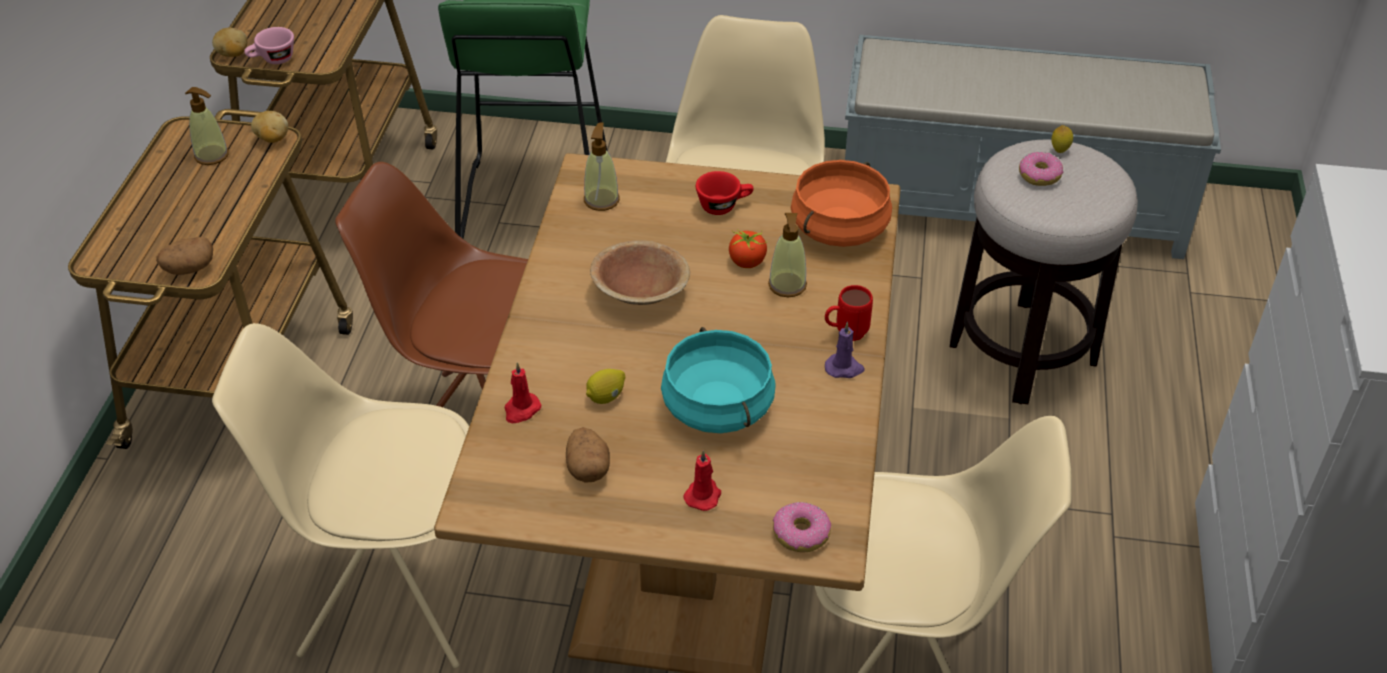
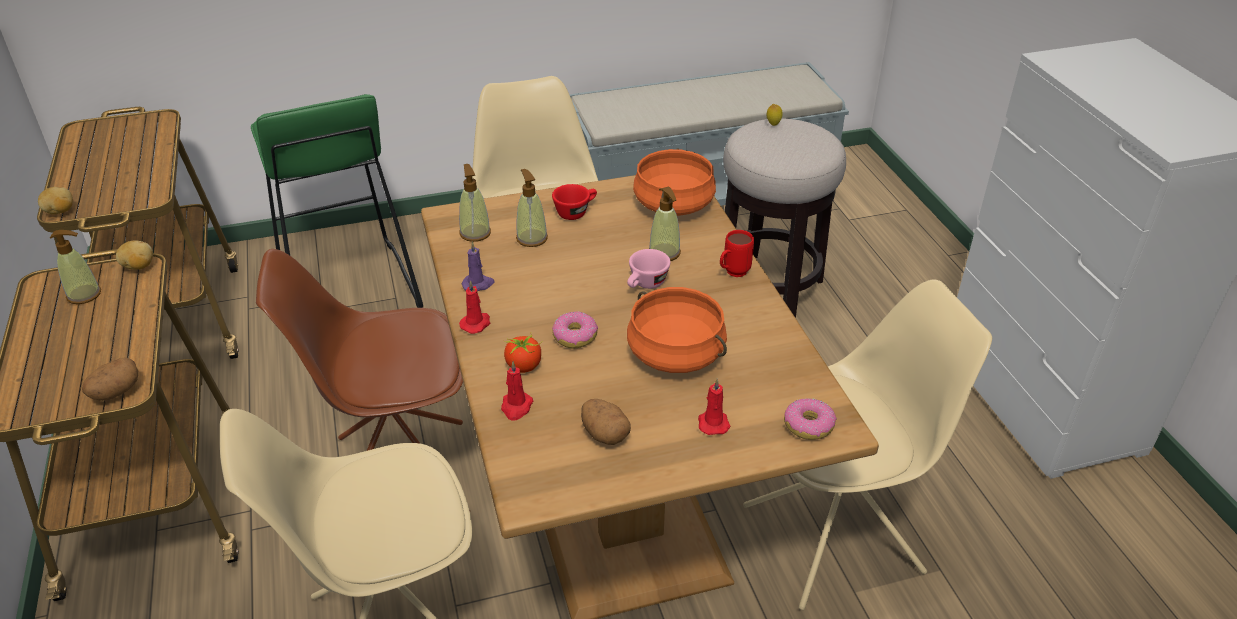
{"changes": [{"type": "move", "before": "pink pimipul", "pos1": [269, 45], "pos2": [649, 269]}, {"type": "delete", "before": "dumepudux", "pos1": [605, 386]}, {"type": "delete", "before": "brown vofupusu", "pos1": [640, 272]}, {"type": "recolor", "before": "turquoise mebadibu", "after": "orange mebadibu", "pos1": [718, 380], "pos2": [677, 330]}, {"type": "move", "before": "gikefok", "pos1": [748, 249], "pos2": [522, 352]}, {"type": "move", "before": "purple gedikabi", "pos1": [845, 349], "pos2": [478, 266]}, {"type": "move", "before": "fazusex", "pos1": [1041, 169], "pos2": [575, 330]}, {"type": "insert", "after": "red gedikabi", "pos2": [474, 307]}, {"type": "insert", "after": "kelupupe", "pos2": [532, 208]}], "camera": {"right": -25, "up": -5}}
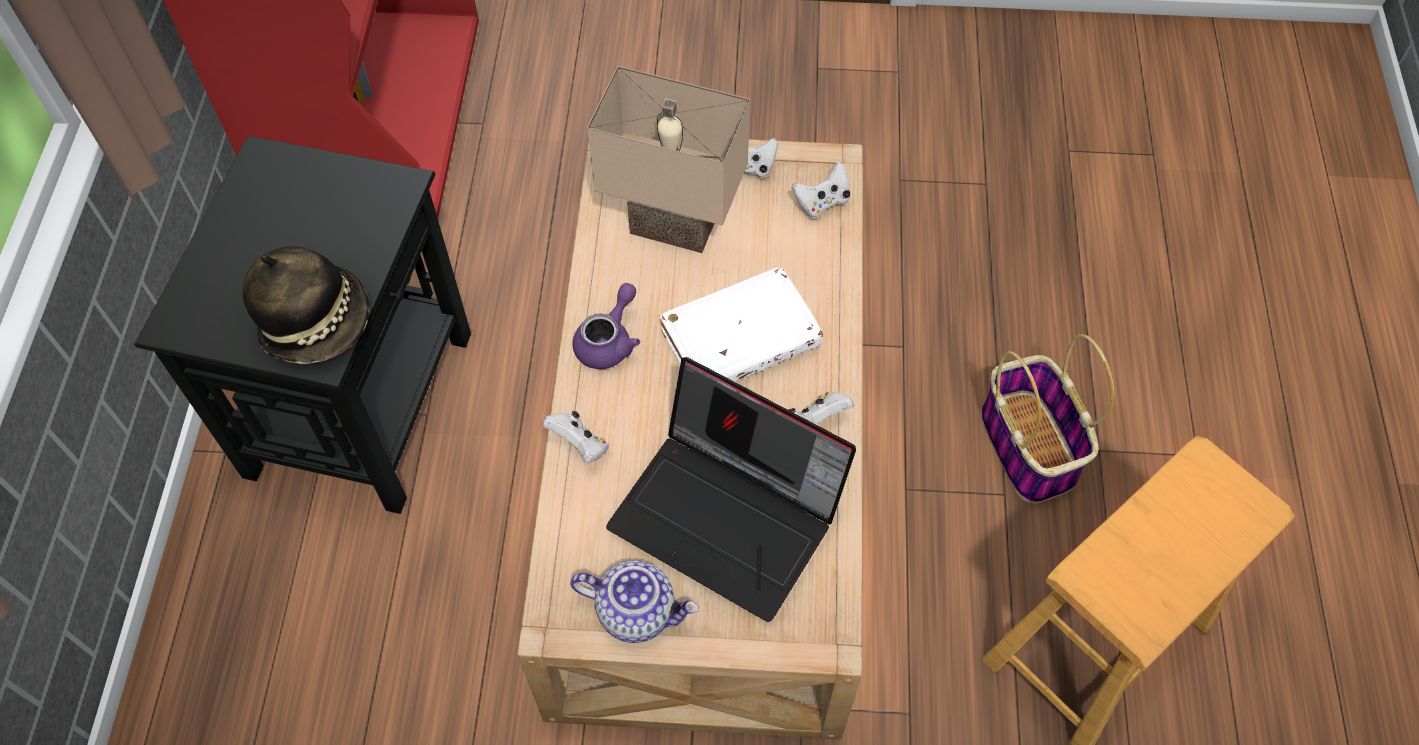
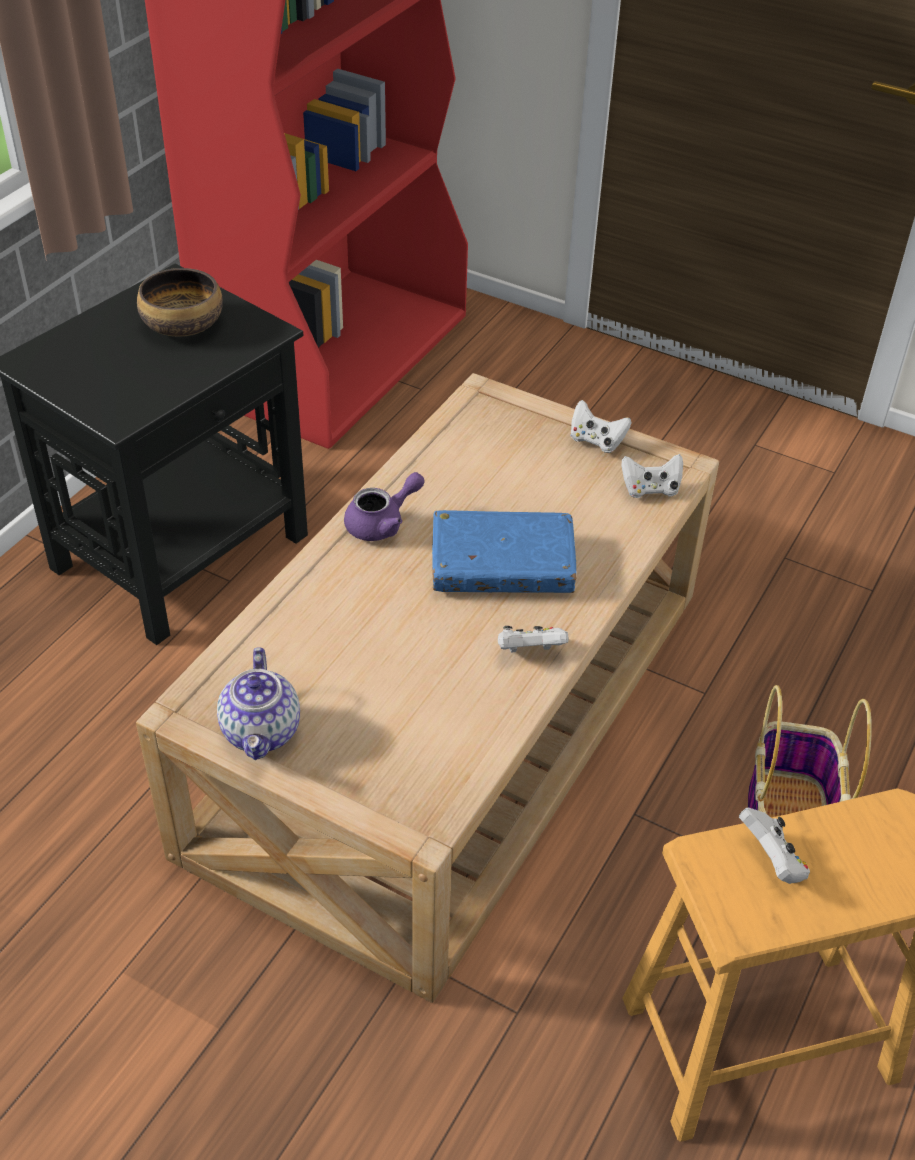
{"changes": [{"type": "delete", "before": "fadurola", "pos1": [306, 305]}, {"type": "move", "before": "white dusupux", "pos1": [576, 437], "pos2": [774, 846]}, {"type": "rotate", "before": "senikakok", "pos1": [634, 602], "pos2": [258, 703], "turn": 45}, {"type": "delete", "before": "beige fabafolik", "pos1": [668, 159]}, {"type": "delete", "before": "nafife", "pos1": [731, 489]}, {"type": "recolor", "before": "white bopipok", "after": "blue bopipok", "pos1": [741, 324], "pos2": [504, 551]}, {"type": "insert", "after": "vofupusu", "pos2": [180, 302]}], "camera": {"right": 25, "up": -15}}
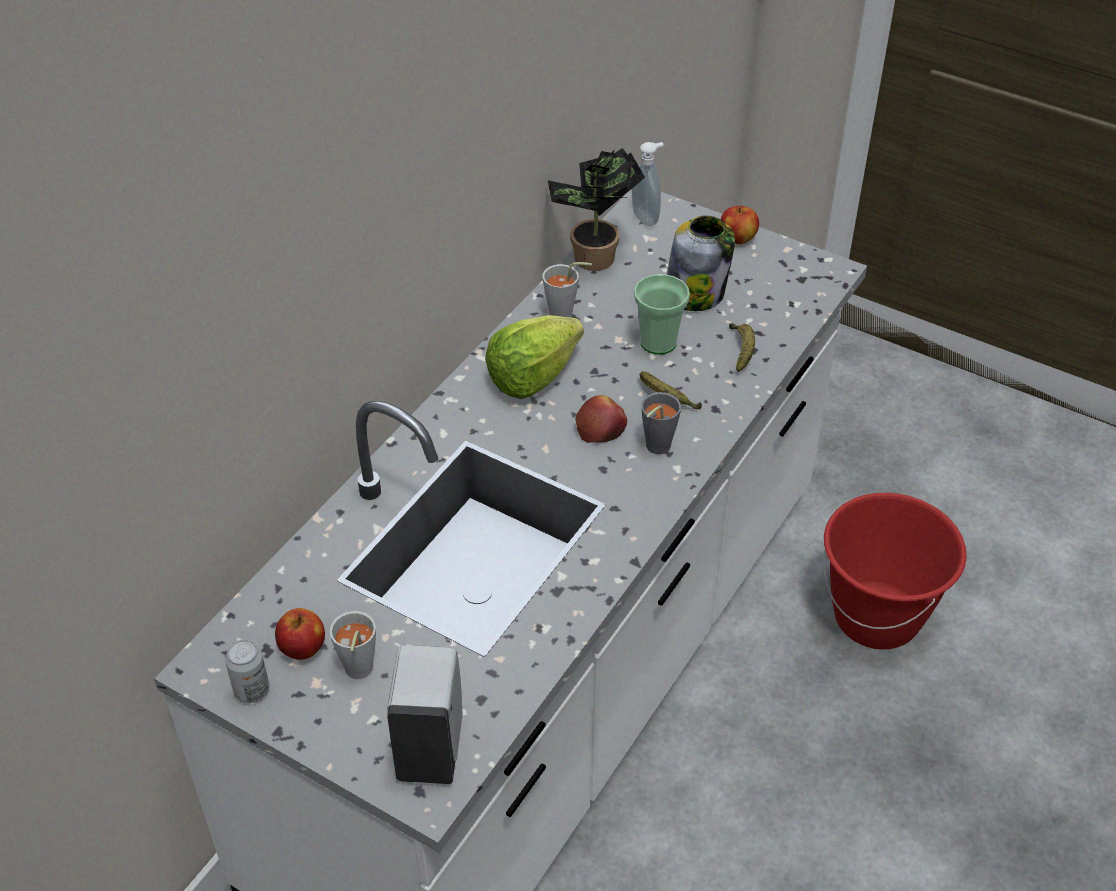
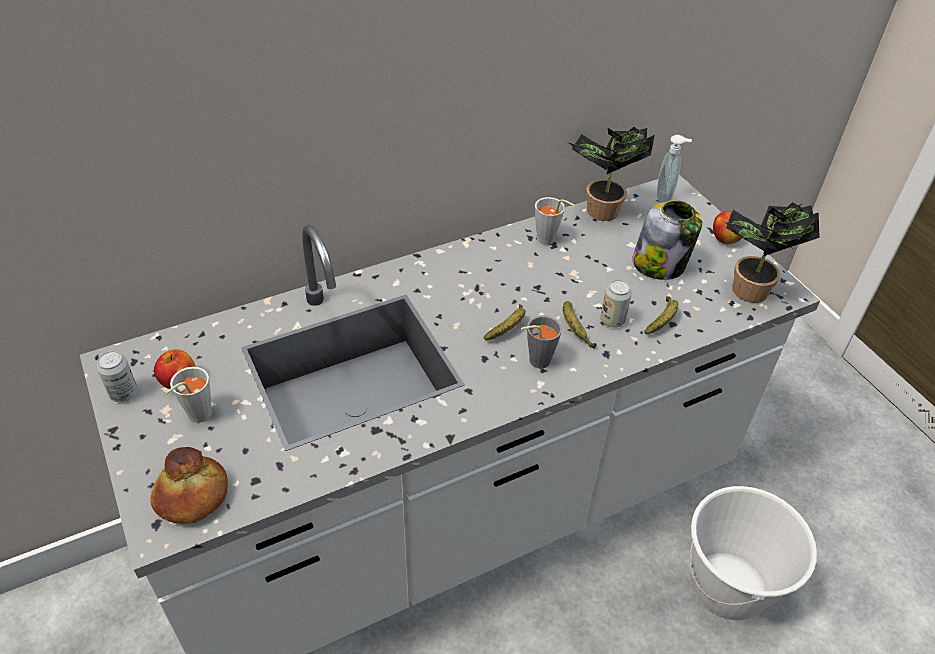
{"changes": [{"type": "replace", "before": "white kelupupe", "after": "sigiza", "pos1": [424, 714], "pos2": [189, 485]}, {"type": "delete", "before": "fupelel", "pos1": [534, 357]}, {"type": "replace", "before": "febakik", "after": "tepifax", "pos1": [601, 419], "pos2": [505, 322]}, {"type": "delete", "before": "pimipul", "pos1": [662, 314]}, {"type": "recolor", "before": "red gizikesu", "after": "white gizikesu", "pos1": [895, 571], "pos2": [753, 553]}, {"type": "insert", "after": "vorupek", "pos2": [616, 304]}, {"type": "insert", "after": "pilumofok", "pos2": [772, 252]}], "camera": {"right": 30, "up": 0}}
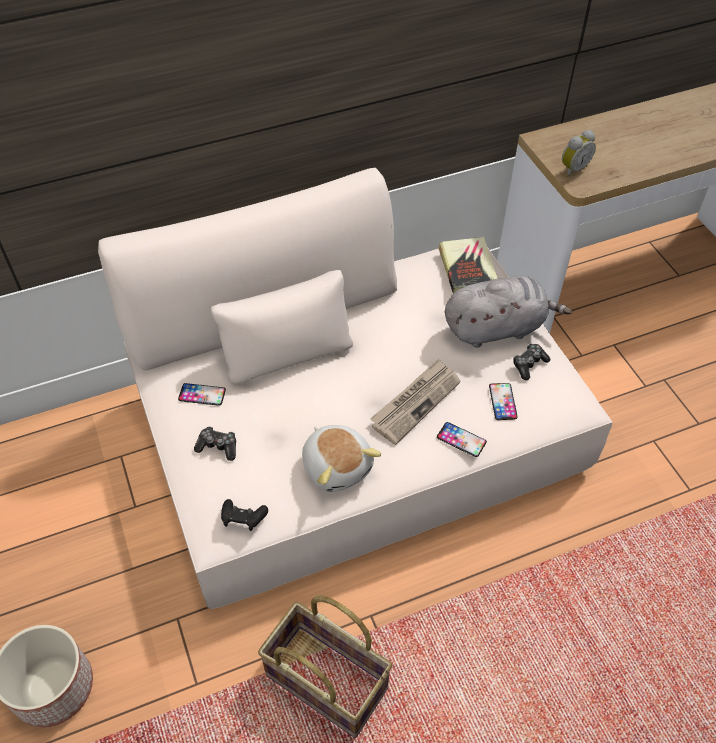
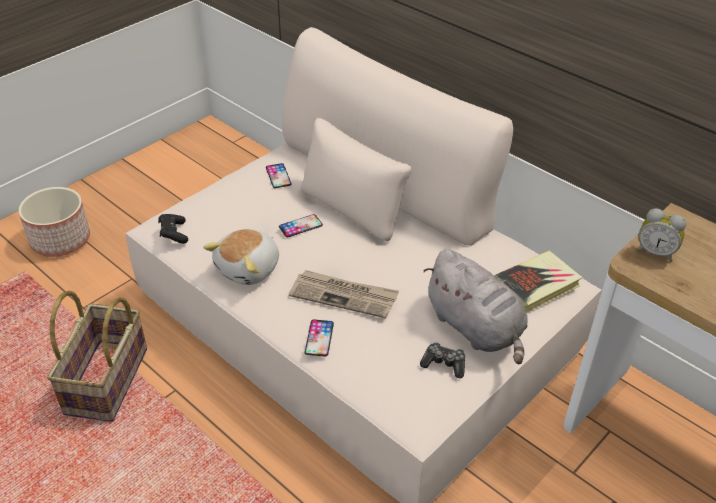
{"changes": [{"type": "delete", "before": "dusupux", "pos1": [215, 443]}, {"type": "move", "before": "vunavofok", "pos1": [503, 401], "pos2": [301, 225]}], "camera": {"right": 65, "up": -10}}
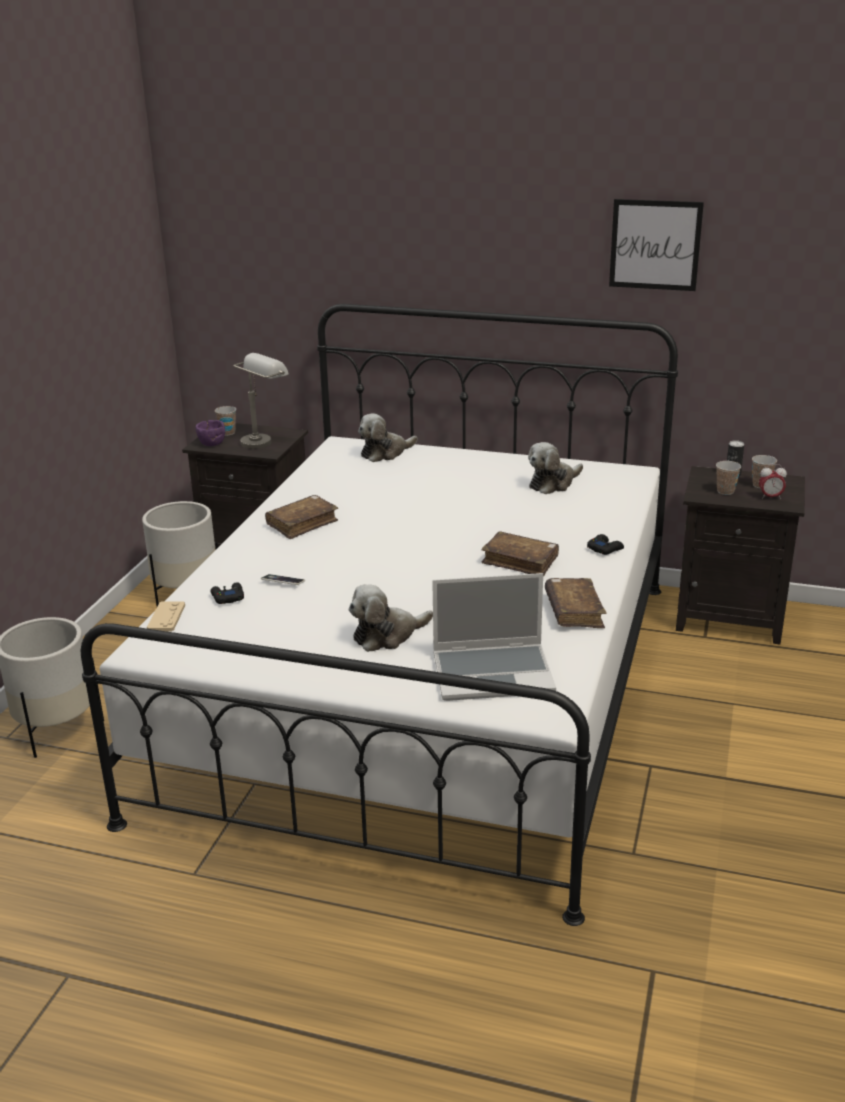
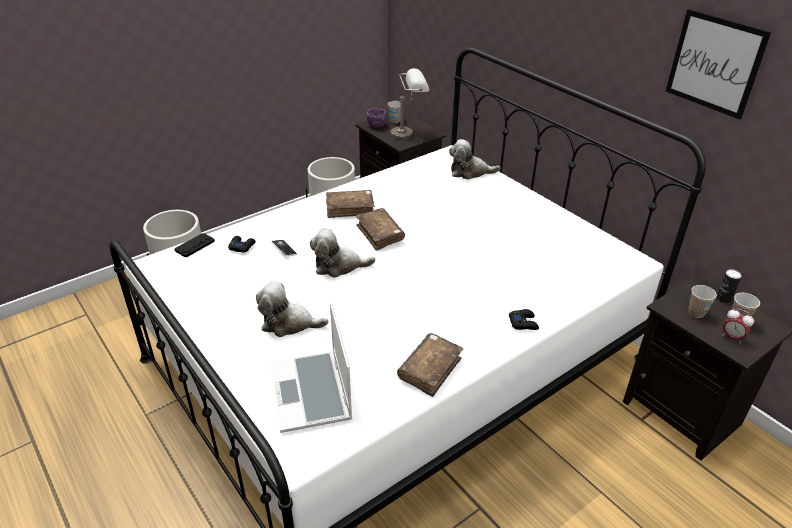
{"changes": [{"type": "recolor", "before": "beige dusupux", "after": "black dusupux", "pos1": [166, 616], "pos2": [194, 245]}, {"type": "rotate", "before": "nafife", "pos1": [494, 637], "pos2": [311, 368], "turn": 45}, {"type": "move", "before": "brown bopipok", "pos1": [520, 553], "pos2": [380, 229]}, {"type": "move", "before": "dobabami", "pos1": [555, 468], "pos2": [342, 253]}], "camera": {"right": 35, "up": 10}}
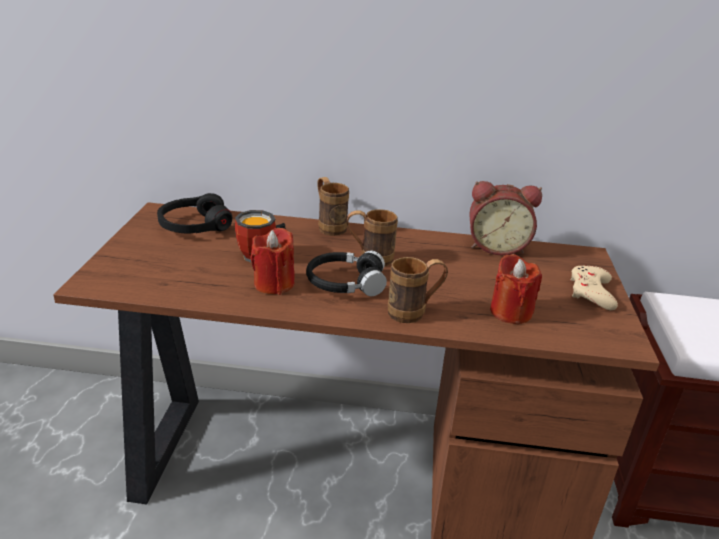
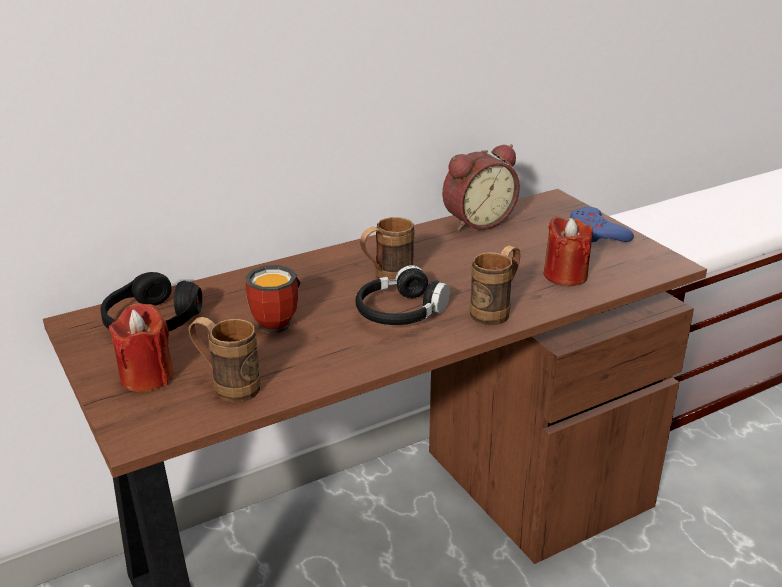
{"changes": [{"type": "move", "before": "red gedikabi", "pos1": [273, 261], "pos2": [141, 347]}, {"type": "move", "before": "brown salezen", "pos1": [333, 206], "pos2": [224, 360]}, {"type": "recolor", "before": "beige dusupux", "after": "blue dusupux", "pos1": [594, 288], "pos2": [602, 224]}], "camera": {"right": -35, "up": 0}}
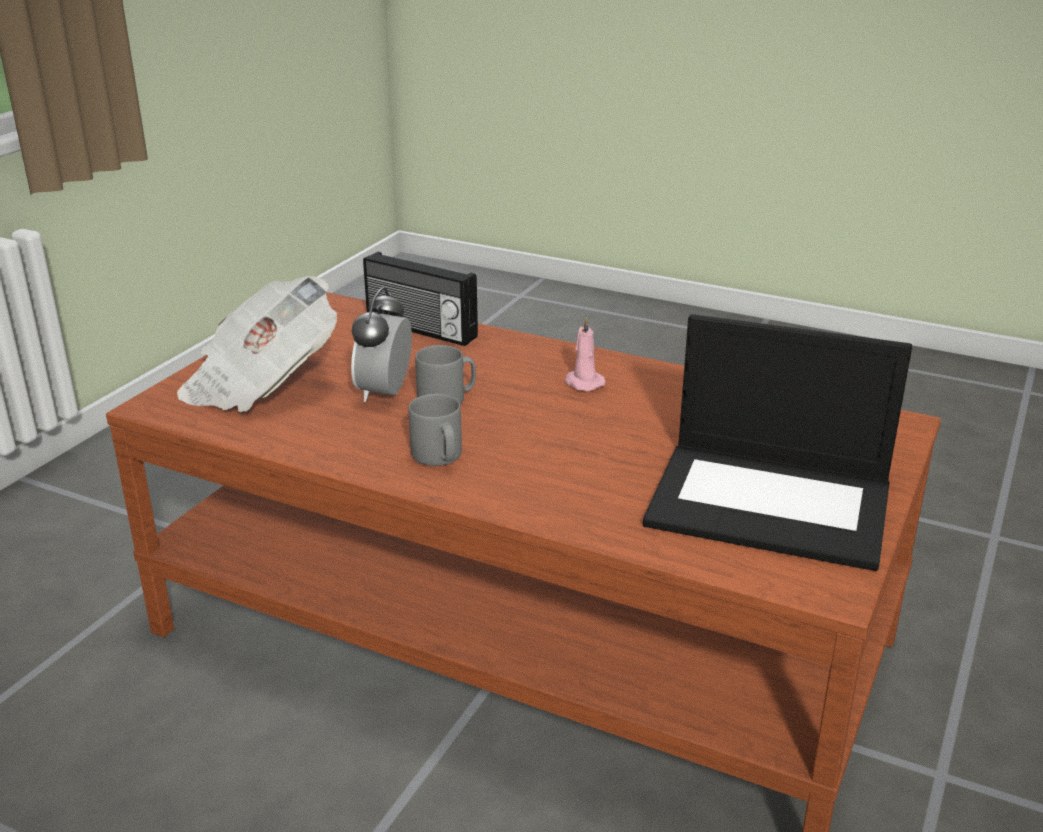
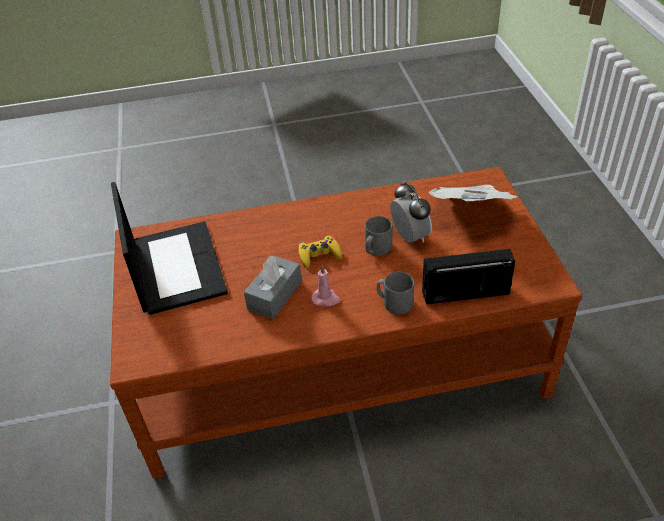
{"changes": [{"type": "move", "before": "grey salezen", "pos1": [435, 430], "pos2": [395, 293]}, {"type": "rotate", "before": "nafife", "pos1": [777, 442], "pos2": [169, 248], "turn": 90}, {"type": "insert", "after": "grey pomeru", "pos2": [273, 287]}, {"type": "insert", "after": "yellow dusupux", "pos2": [320, 252]}], "camera": {"right": 145, "up": 15}}
